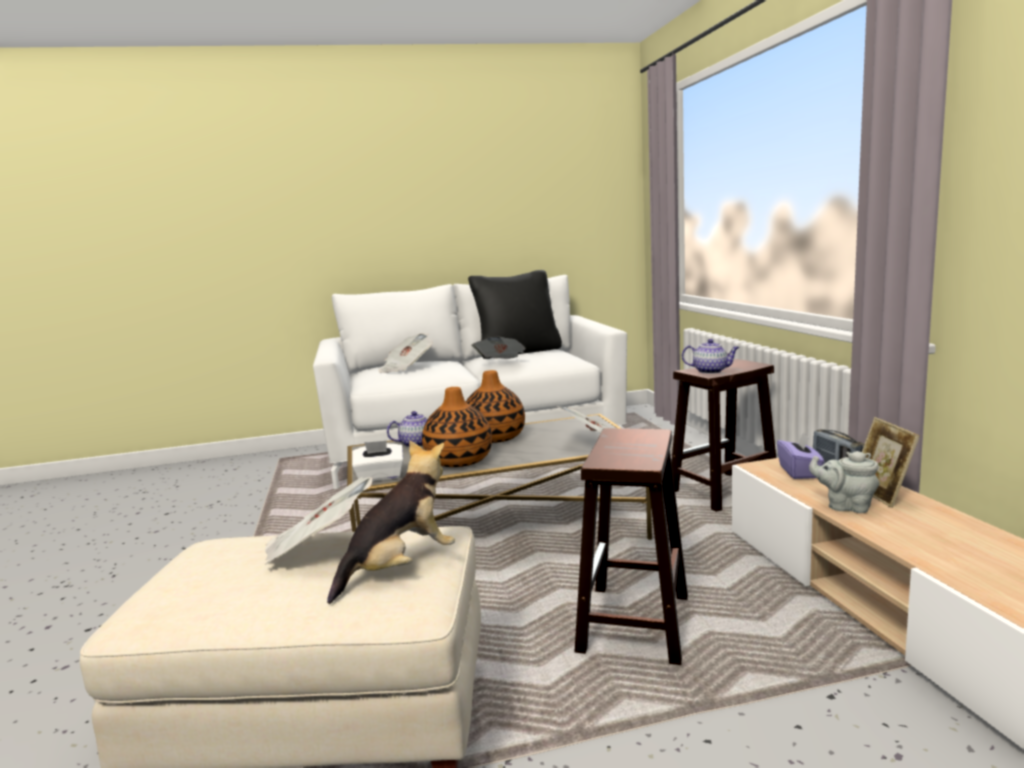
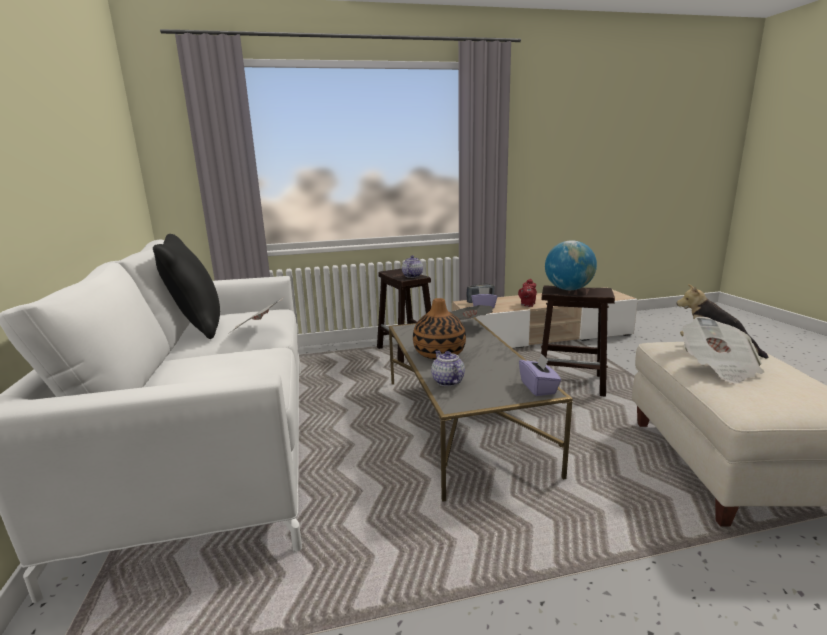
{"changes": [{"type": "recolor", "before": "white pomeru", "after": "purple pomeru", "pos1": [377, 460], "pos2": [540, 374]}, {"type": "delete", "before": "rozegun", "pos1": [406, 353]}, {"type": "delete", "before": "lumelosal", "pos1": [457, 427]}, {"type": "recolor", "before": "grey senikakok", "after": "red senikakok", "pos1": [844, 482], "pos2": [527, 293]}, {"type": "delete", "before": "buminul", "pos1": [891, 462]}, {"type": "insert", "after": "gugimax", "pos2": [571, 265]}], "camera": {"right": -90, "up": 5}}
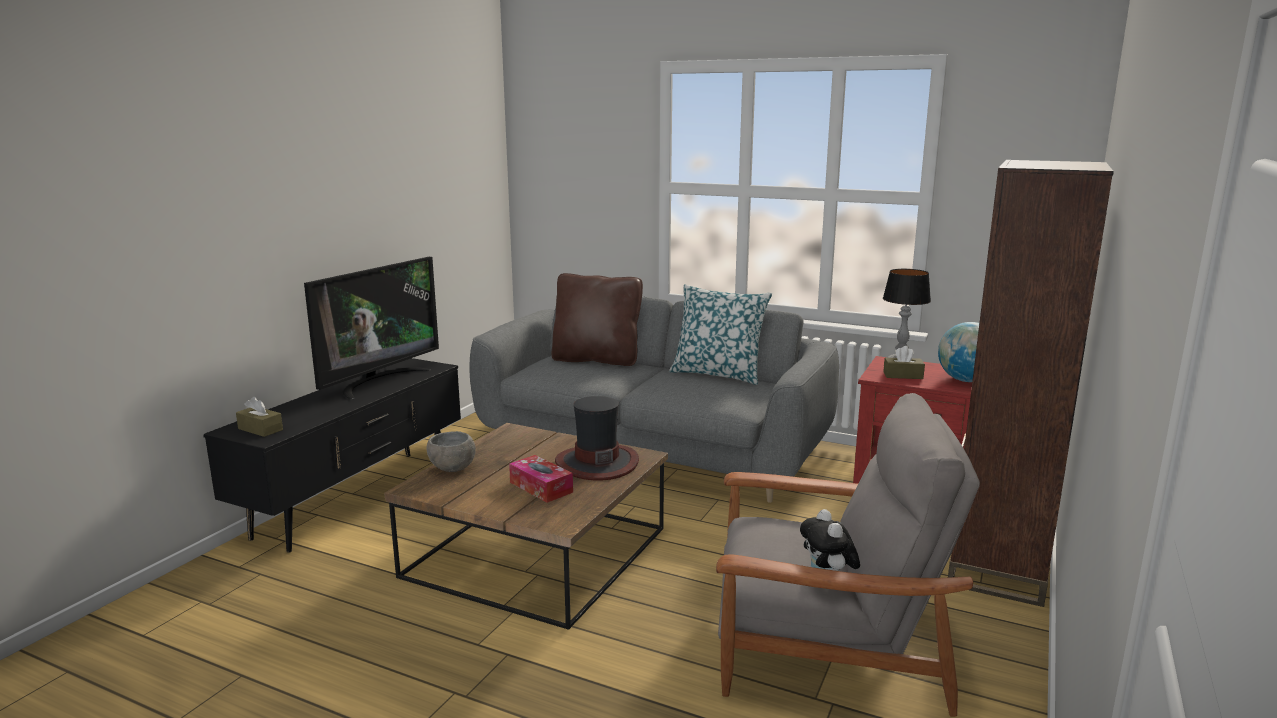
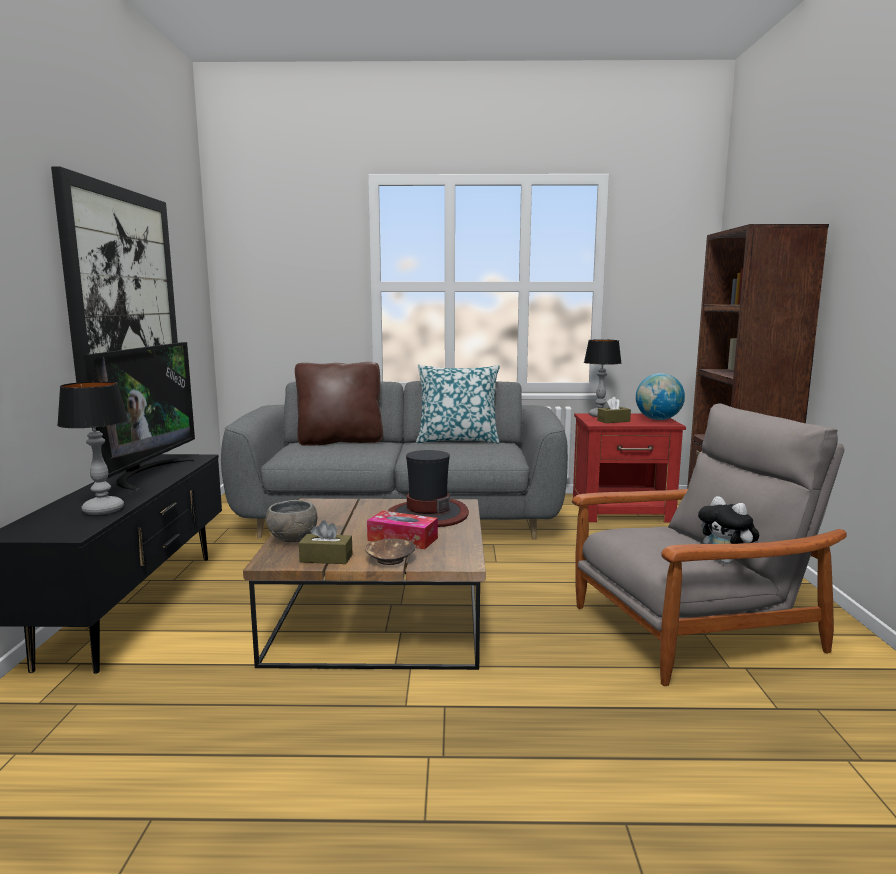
{"changes": [{"type": "move", "before": "brown pomeru", "pos1": [259, 417], "pos2": [326, 542]}, {"type": "insert", "after": "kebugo", "pos2": [114, 274]}, {"type": "insert", "after": "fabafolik", "pos2": [93, 448]}, {"type": "insert", "after": "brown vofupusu", "pos2": [390, 552]}], "camera": {"right": -25, "up": -5}}
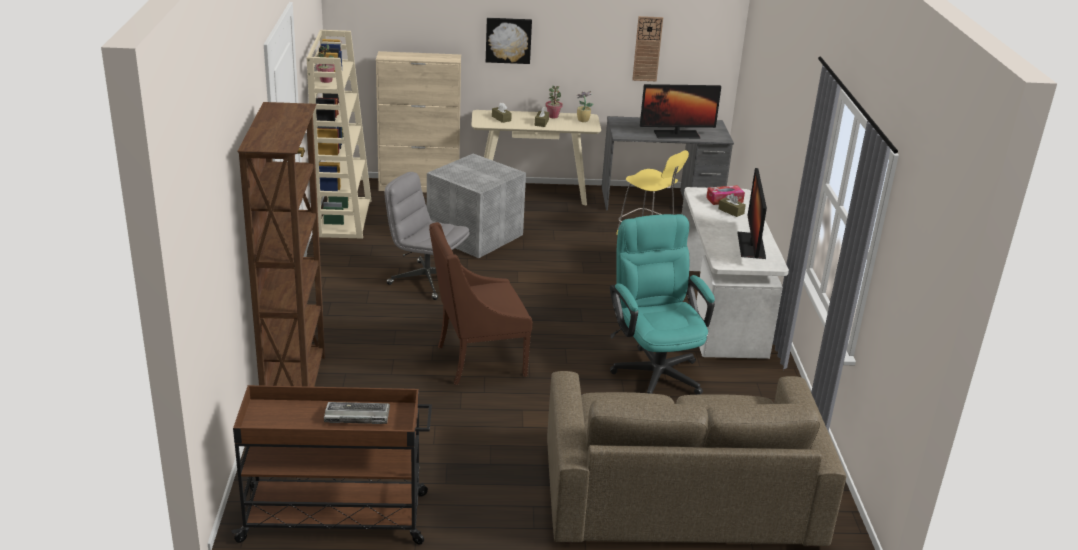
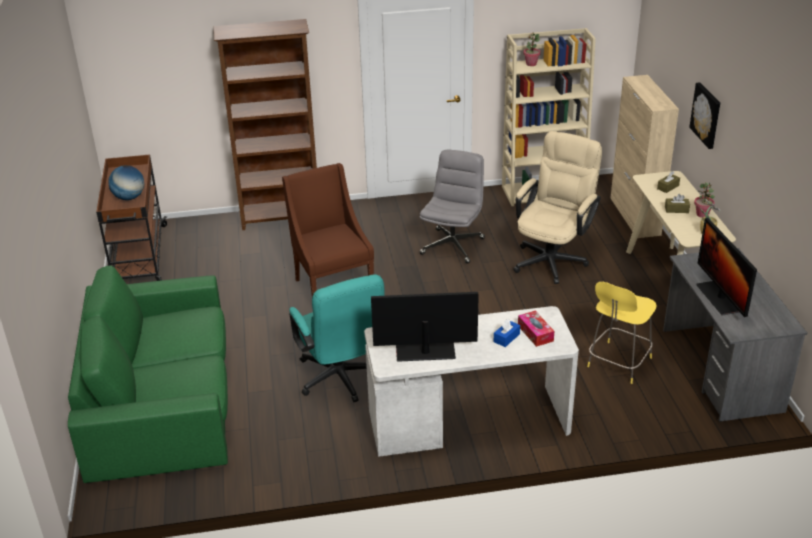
{"changes": [{"type": "replace", "before": "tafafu", "after": "gugimax", "pos1": [357, 413], "pos2": [126, 182]}, {"type": "replace", "before": "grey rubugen", "after": "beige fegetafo", "pos1": [476, 205], "pos2": [557, 207]}, {"type": "recolor", "before": "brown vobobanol", "after": "green vobobanol", "pos1": [696, 459], "pos2": [148, 374]}, {"type": "rotate", "before": "turquoise fegetafo", "pos1": [662, 304], "pos2": [337, 338], "turn": 90}, {"type": "delete", "before": "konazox", "pos1": [647, 48]}, {"type": "recolor", "before": "brown pomeru", "after": "blue pomeru", "pos1": [732, 205], "pos2": [507, 333]}], "camera": {"right": 85, "up": 5}}
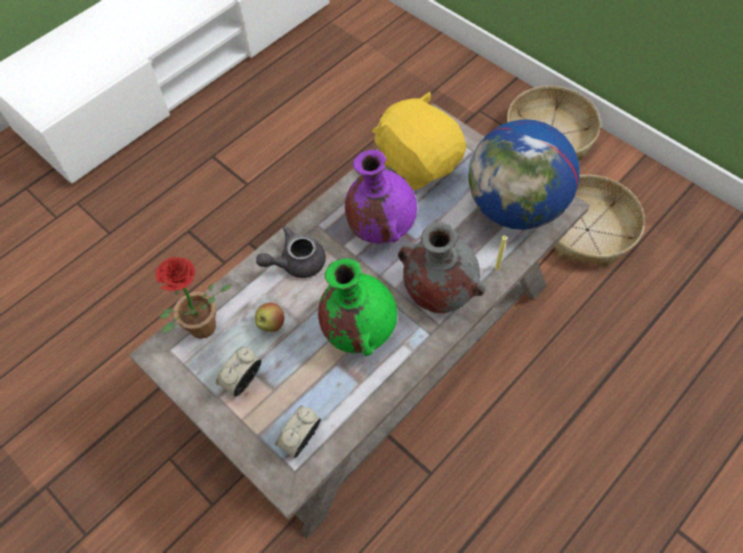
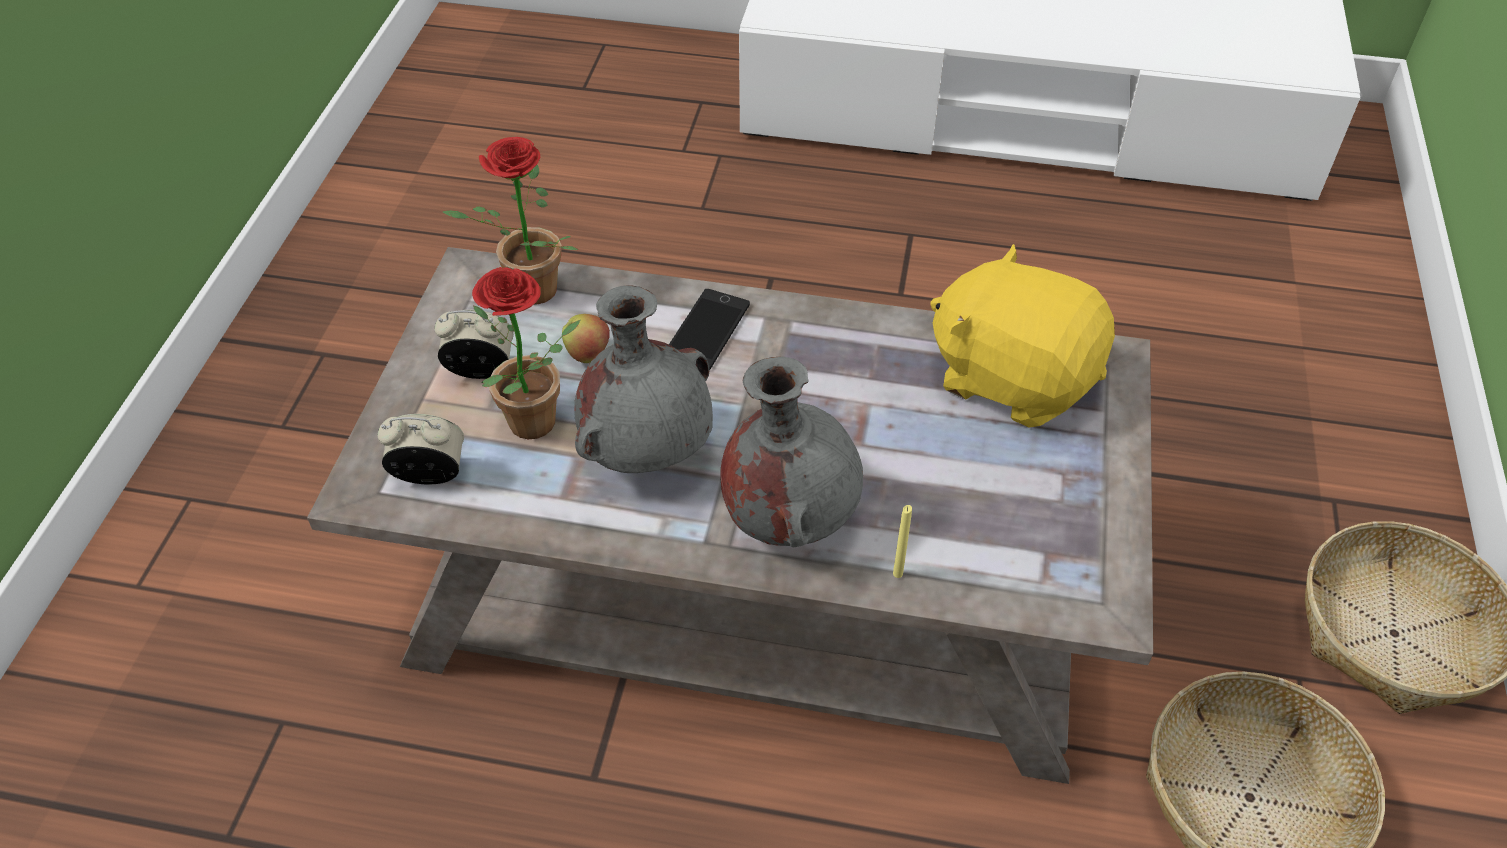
{"changes": [{"type": "replace", "before": "grey senikakok", "after": "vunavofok", "pos1": [291, 251], "pos2": [709, 329]}, {"type": "recolor", "before": "green lumelosal", "after": "grey lumelosal", "pos1": [357, 307], "pos2": [643, 379]}, {"type": "delete", "before": "purple lumelosal", "pos1": [381, 197]}, {"type": "rotate", "before": "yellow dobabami", "pos1": [419, 141], "pos2": [1023, 336], "turn": -75}, {"type": "delete", "before": "gugimax", "pos1": [523, 174]}, {"type": "insert", "after": "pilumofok", "pos2": [526, 353]}], "camera": {"right": 55, "up": -10}}
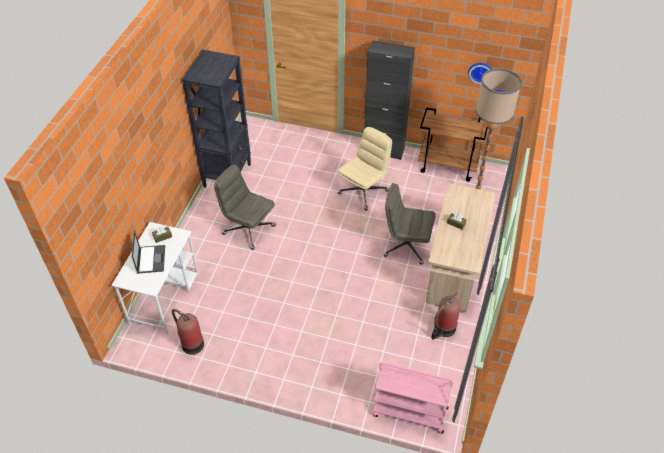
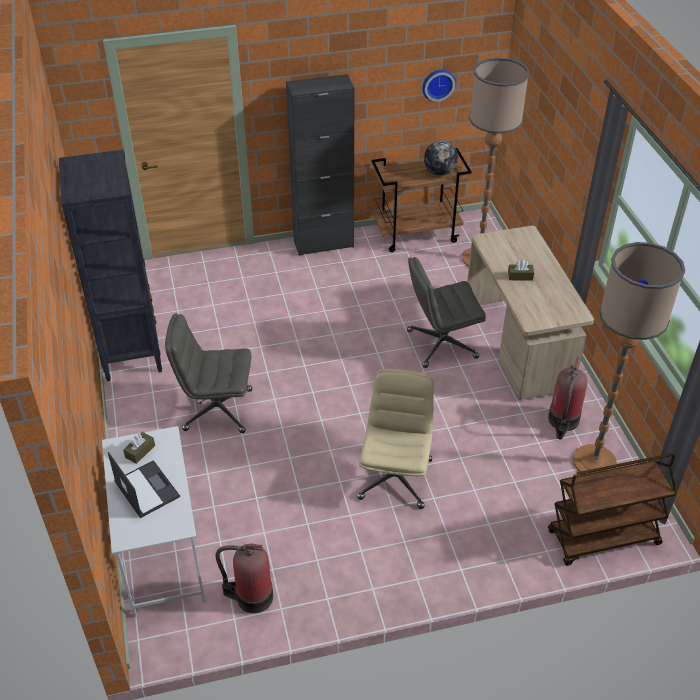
{"changes": [{"type": "move", "before": "beige fegetafo", "pos1": [365, 169], "pos2": [395, 439]}, {"type": "recolor", "before": "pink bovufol", "after": "brown bovufol", "pos1": [412, 398], "pos2": [612, 509]}, {"type": "insert", "after": "gugimax", "pos2": [441, 158]}, {"type": "insert", "after": "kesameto", "pos2": [629, 358]}], "camera": {"right": -30, "up": -5}}
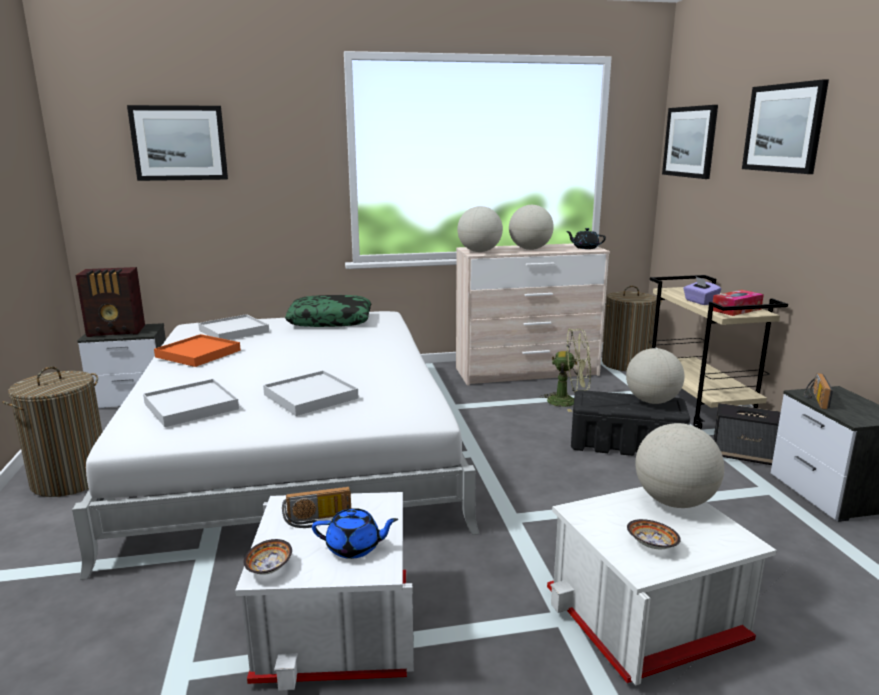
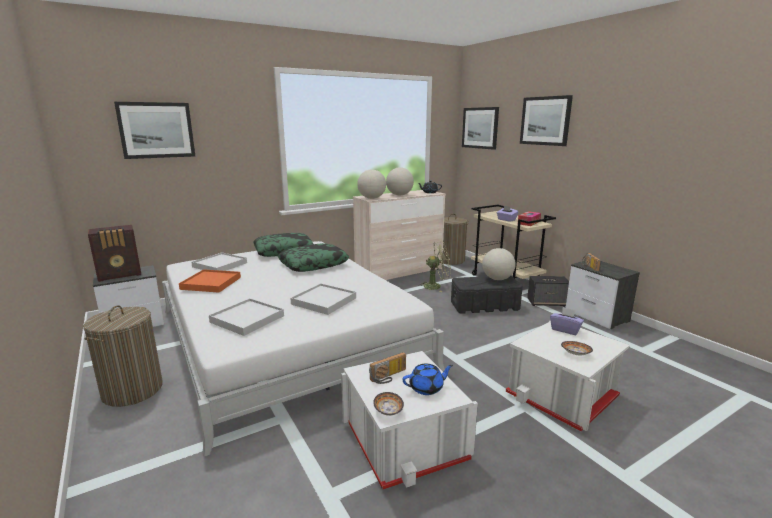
{"changes": [{"type": "replace", "before": "gugimax", "after": "purple pomeru", "pos1": [679, 465], "pos2": [567, 321]}, {"type": "insert", "after": "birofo", "pos2": [313, 257]}], "camera": {"right": -20, "up": 0}}
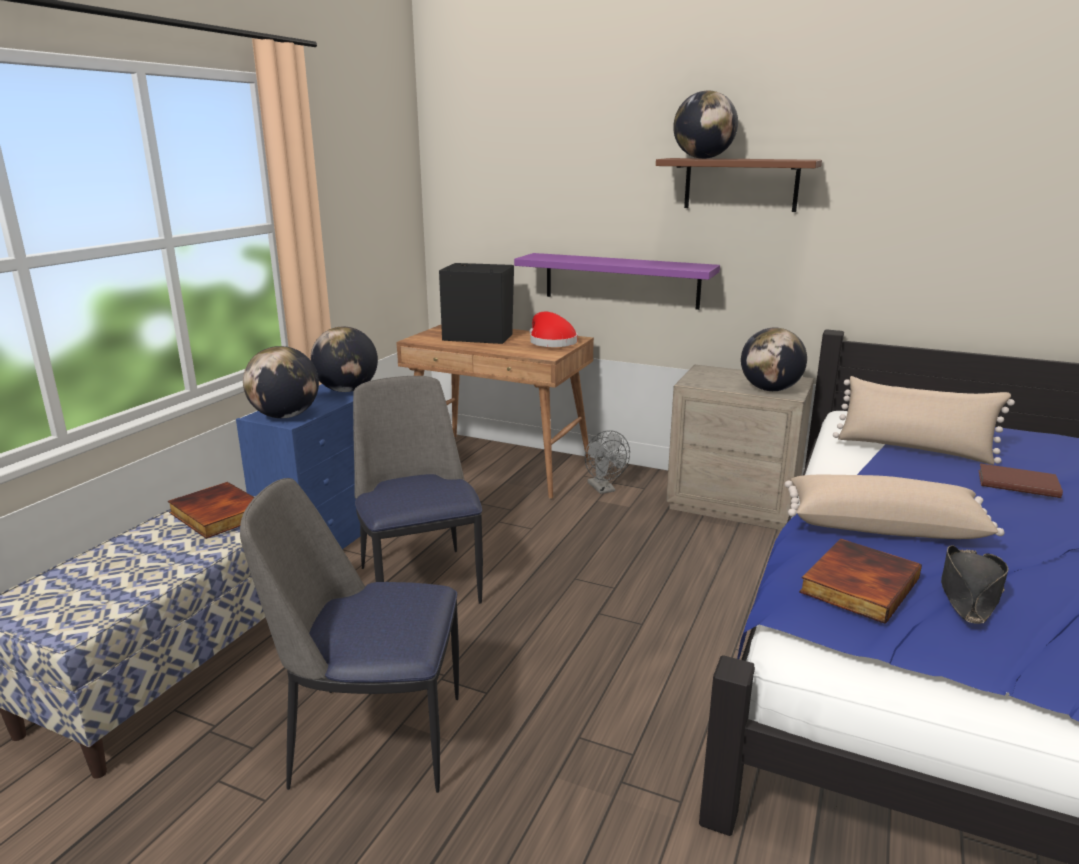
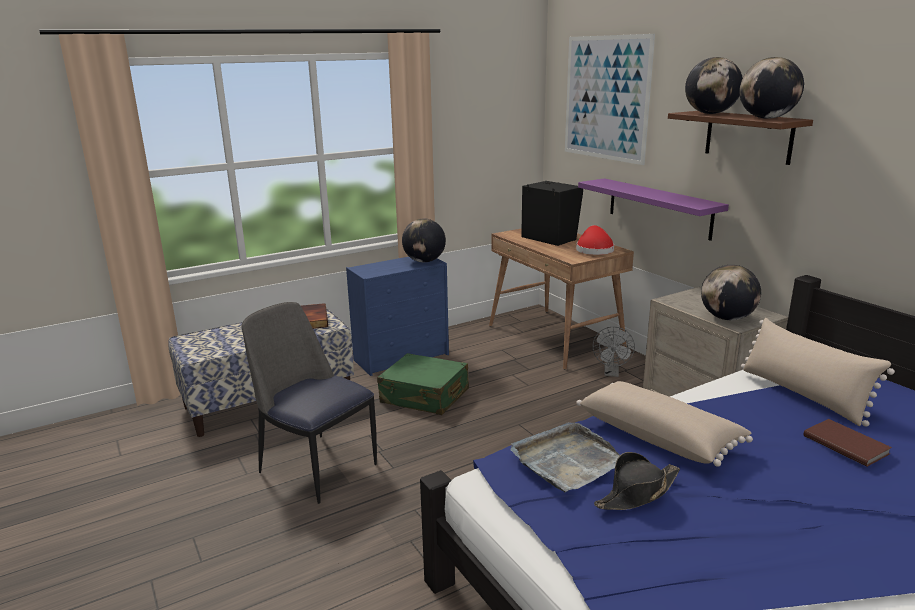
{"changes": [{"type": "move", "before": "gugimax", "pos1": [281, 382], "pos2": [771, 88]}, {"type": "replace", "before": "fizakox", "after": "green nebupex", "pos1": [418, 490], "pos2": [423, 384]}, {"type": "replace", "before": "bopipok", "after": "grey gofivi", "pos1": [860, 581], "pos2": [565, 457]}, {"type": "insert", "after": "kebugo", "pos2": [610, 99]}], "camera": {"right": 35, "up": 0}}
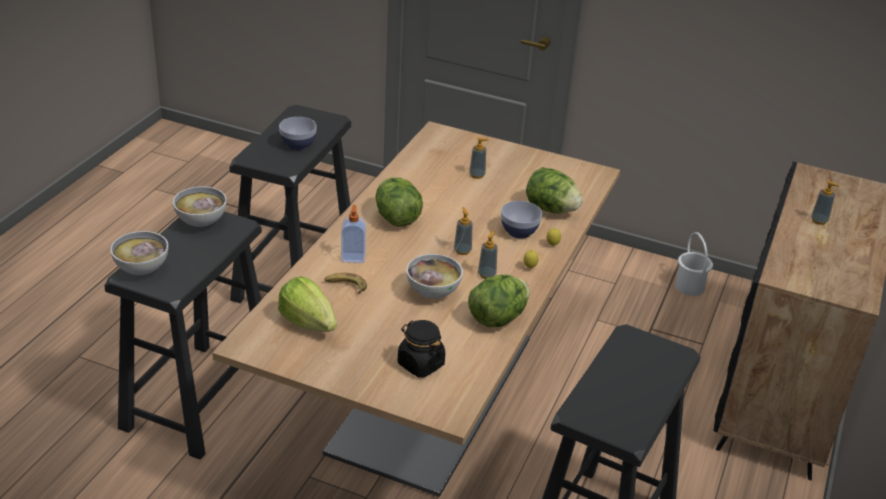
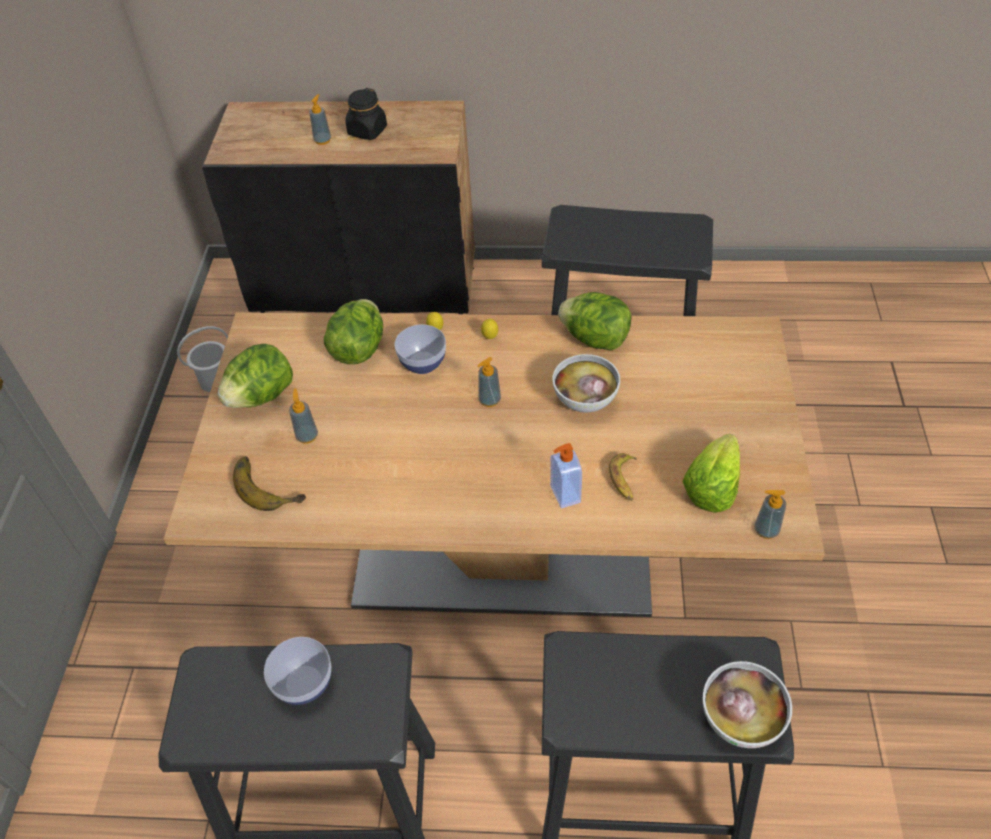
{"changes": [{"type": "delete", "before": "vofupusu", "pos1": [200, 206]}, {"type": "move", "before": "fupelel", "pos1": [399, 202], "pos2": [255, 376]}, {"type": "move", "before": "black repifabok", "pos1": [421, 349], "pos2": [366, 114]}, {"type": "move", "before": "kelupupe", "pos1": [487, 254], "pos2": [770, 514]}, {"type": "insert", "after": "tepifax", "pos2": [269, 483]}], "camera": {"right": -105, "up": 15}}
